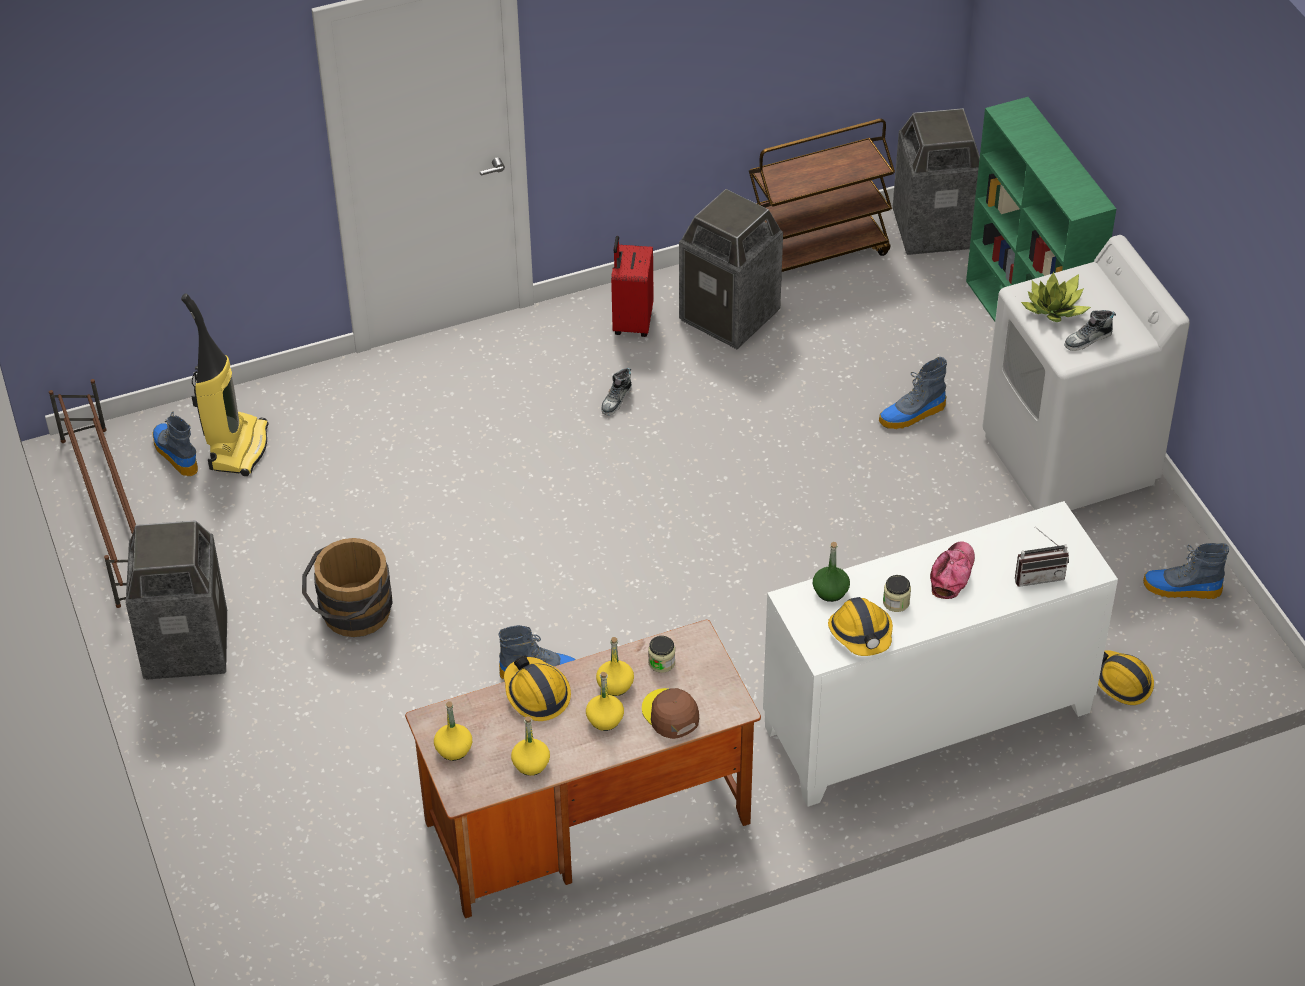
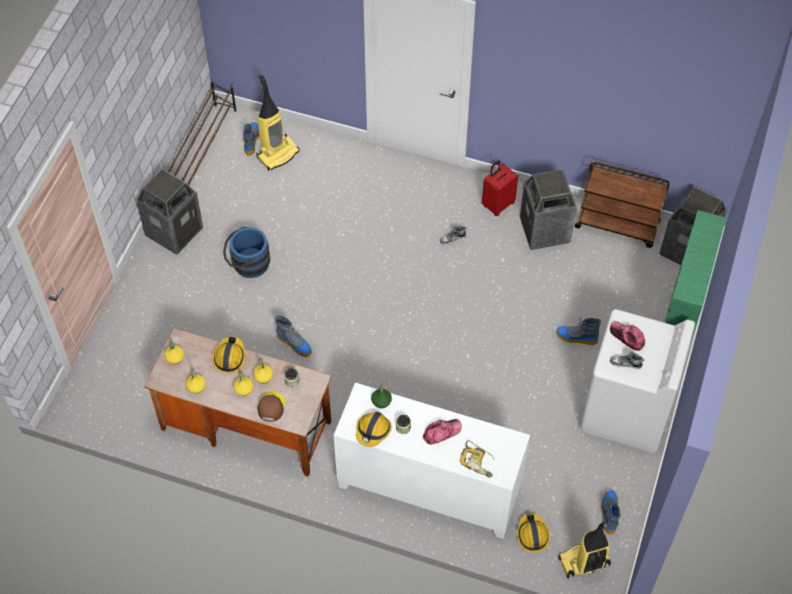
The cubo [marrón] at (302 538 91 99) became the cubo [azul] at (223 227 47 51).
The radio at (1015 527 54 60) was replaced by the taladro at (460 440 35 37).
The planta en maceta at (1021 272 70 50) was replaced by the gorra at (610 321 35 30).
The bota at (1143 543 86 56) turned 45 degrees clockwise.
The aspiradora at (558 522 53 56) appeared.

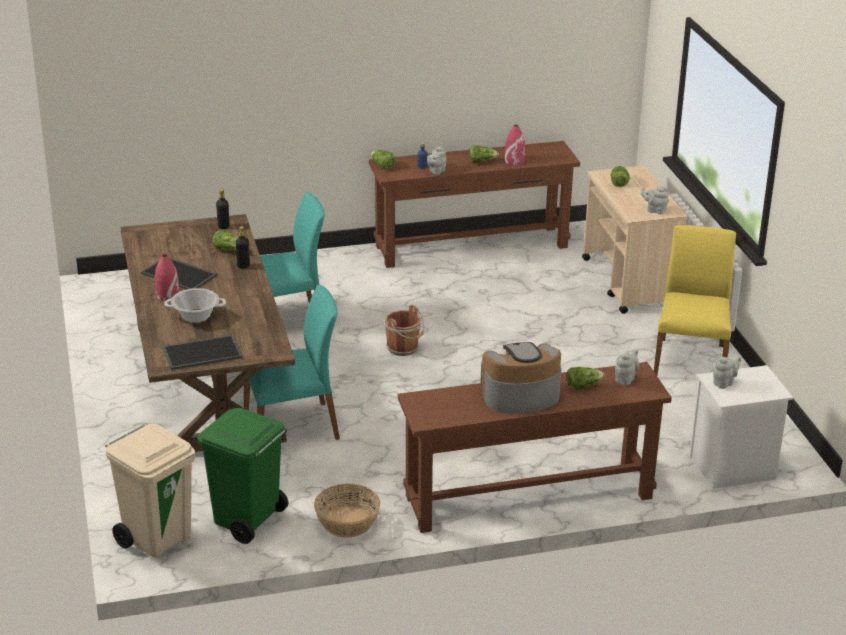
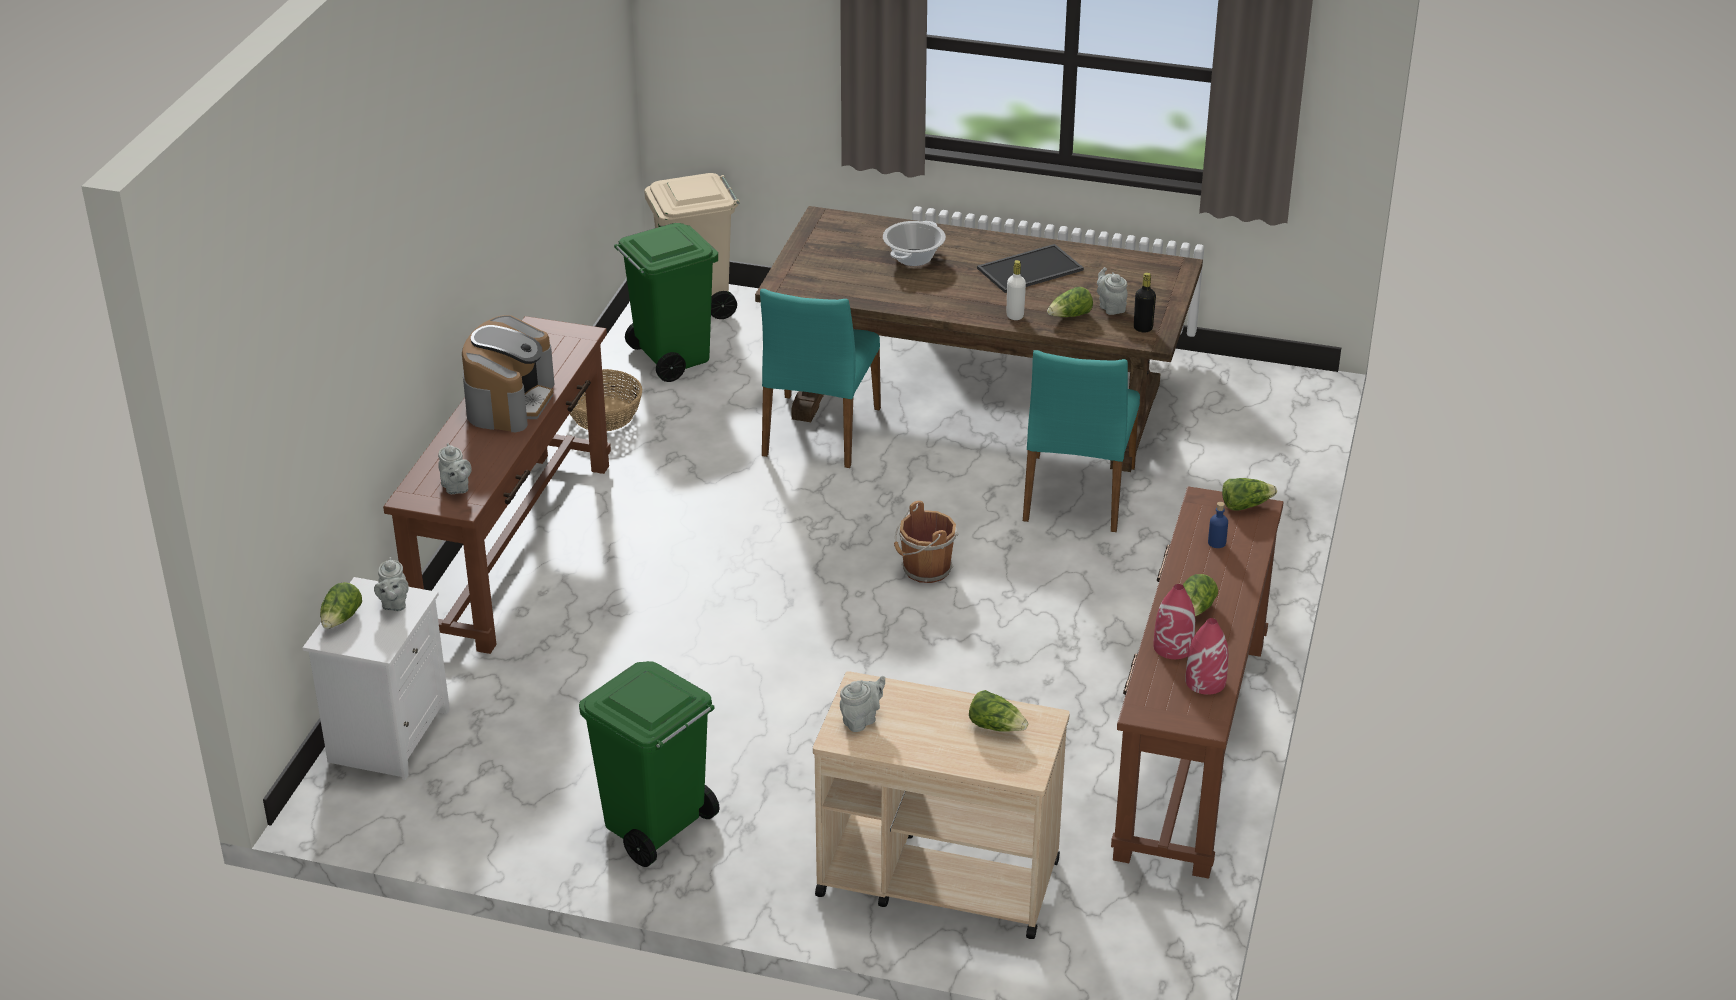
The florero [rojo] moved from (155 254 25 47) to (1185 618 43 77).
The bandeja at (163 335 79 35) disappeared.
The botella [negro] at (235 226 15 42) became the botella [blanco] at (1006 260 20 60).
The tetera [gris] moved from (427 146 20 29) to (1097 267 31 48).
The lechuga moved from (567 367 38 22) to (320 582 42 47).
The silla [amarillo] at (654 225 82 150) was replaced by the papelera [verde] at (579 661 140 206).

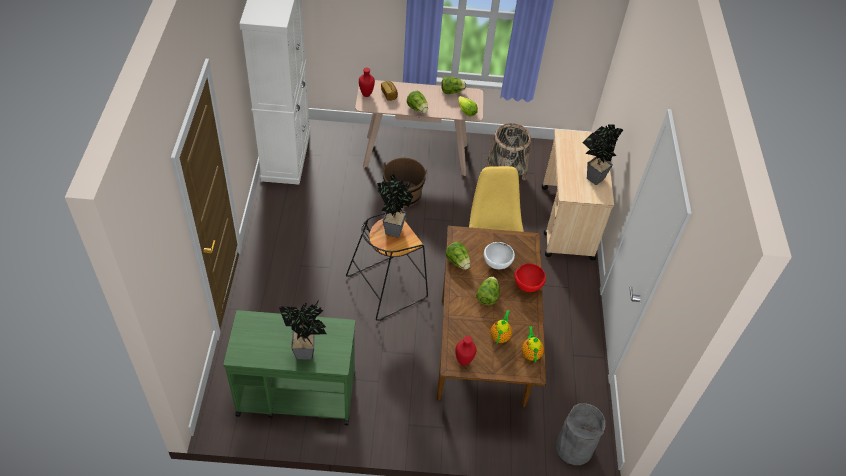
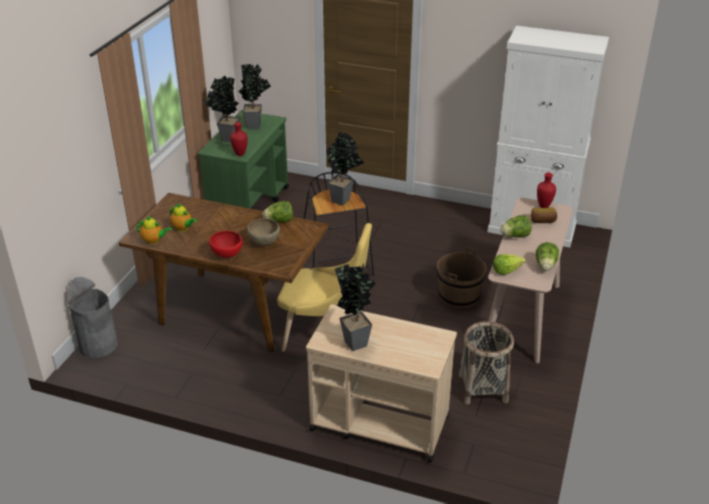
The florero [rojo] moved from (455 336 21 30) to (230 122 18 34).
The lechuga at (476 276 23 29) disappeared.
The cuenco [blanco] at (484 242 31 27) became the cuenco [marrón] at (247 218 33 27).
The planta en maceta at (239 64 32 65) appeared.

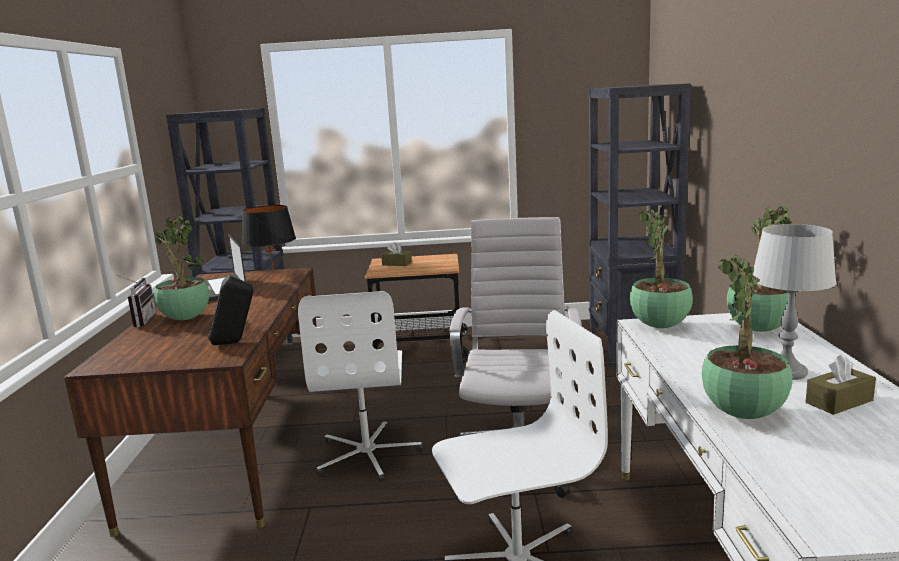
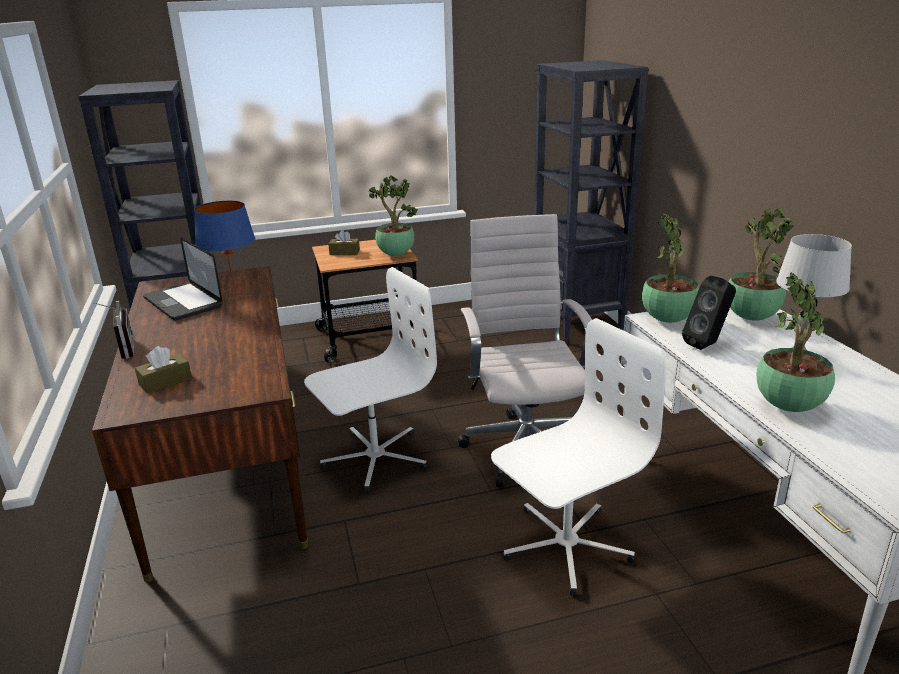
The planta en maceta moved from (154 216 55 104) to (369 175 49 81).
The altavoz [negro] moved from (208 275 45 70) to (682 276 54 74).
The lámpara de mesa [negro] at (242 205 54 69) became the lámpara de mesa [azul] at (194 201 61 77).
The silla de oficina [blanco] at (298 291 125 191) turned 105 degrees counterclockwise.
The caja de pañuelos [marrón] moved from (806 354 70 61) to (135 346 57 48).

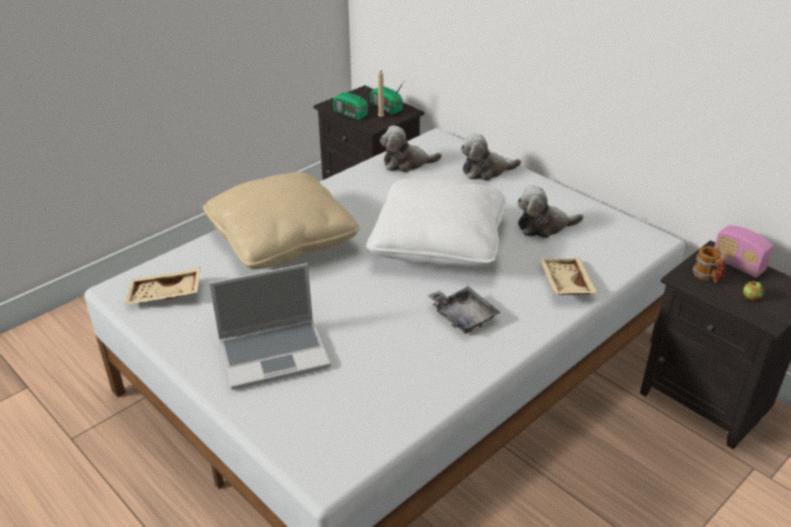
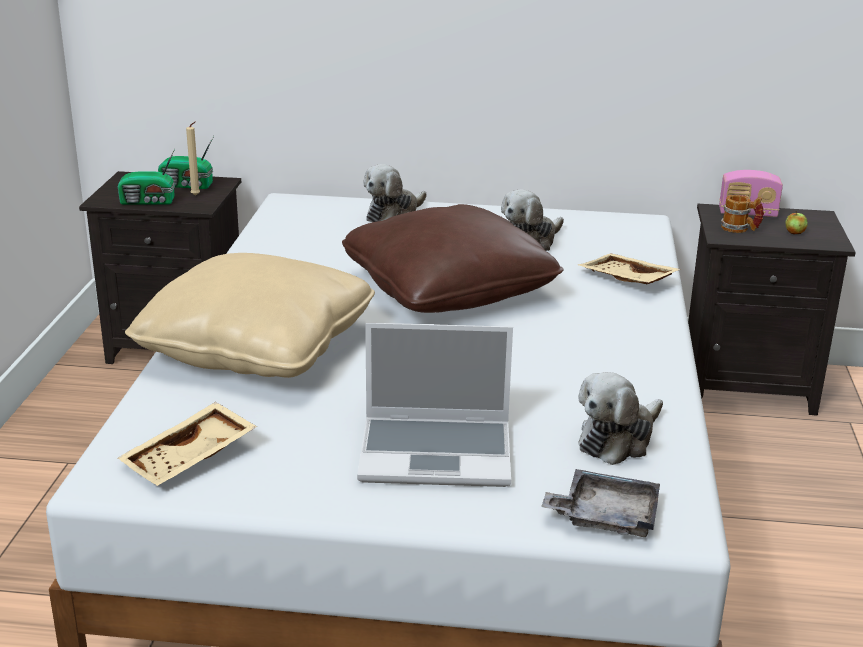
The portátil at (209 263 121 127) turned 60 degrees clockwise.
The cojín [blanco] at (366 178 140 89) became the cojín [marrón] at (342 204 221 109).
The peluche moved from (380 125 62 47) to (578 372 85 93).
The bandeja [gris] moved from (428 286 73 48) to (541 469 119 68).

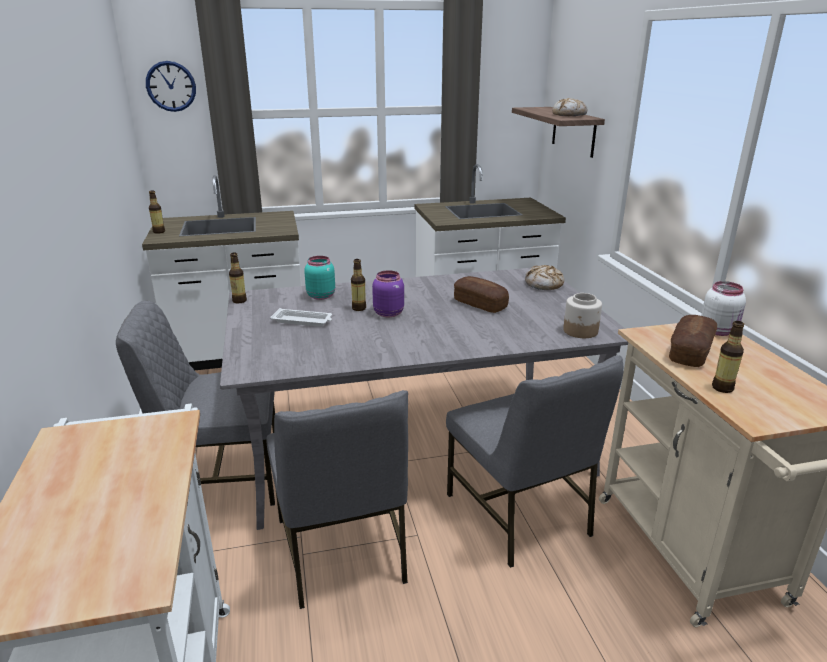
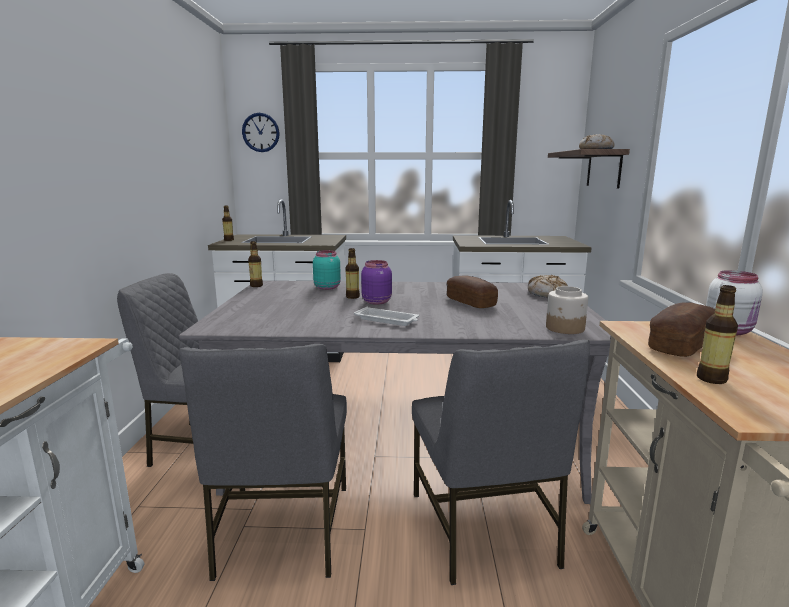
The bandeja [blanco] moved from (270 308 62 18) to (354 307 65 19).

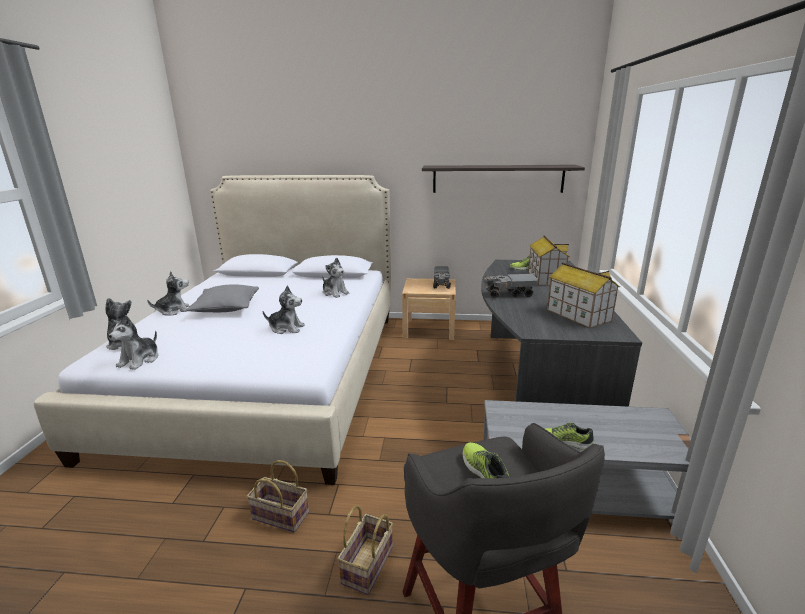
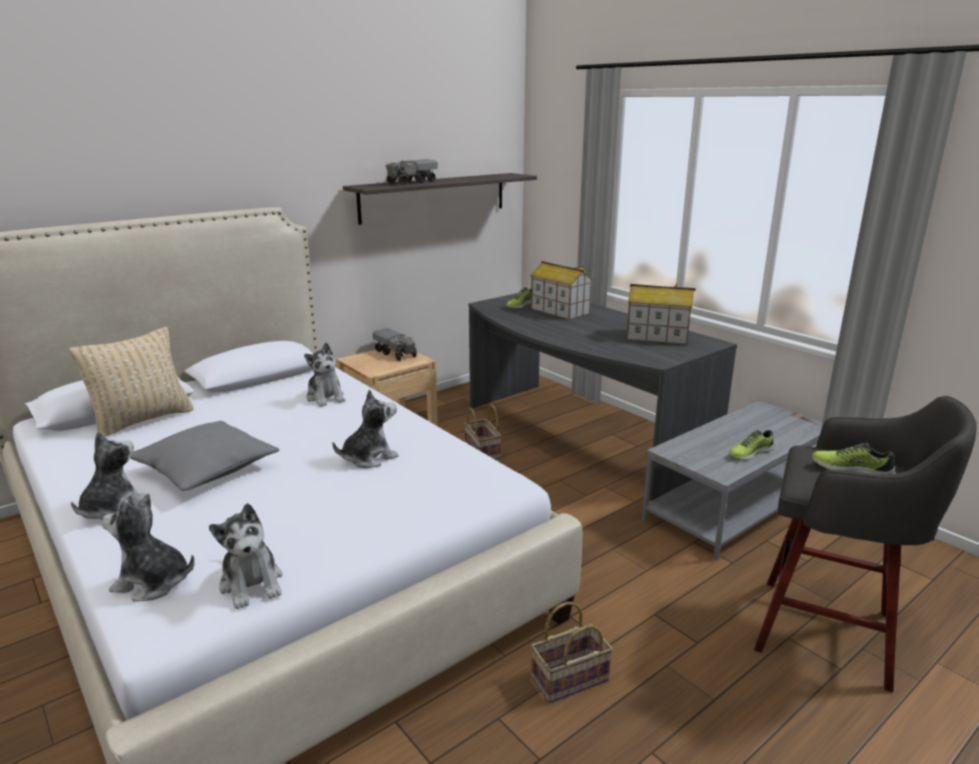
The peluche at (322 257 27 41) turned 60 degrees clockwise.
The cesta moved from (337 505 56 90) to (464 404 38 56).
The camión de juguete moved from (483 274 55 24) to (385 159 53 26).
The cojín [beis] at (69 327 125 110) appeared.

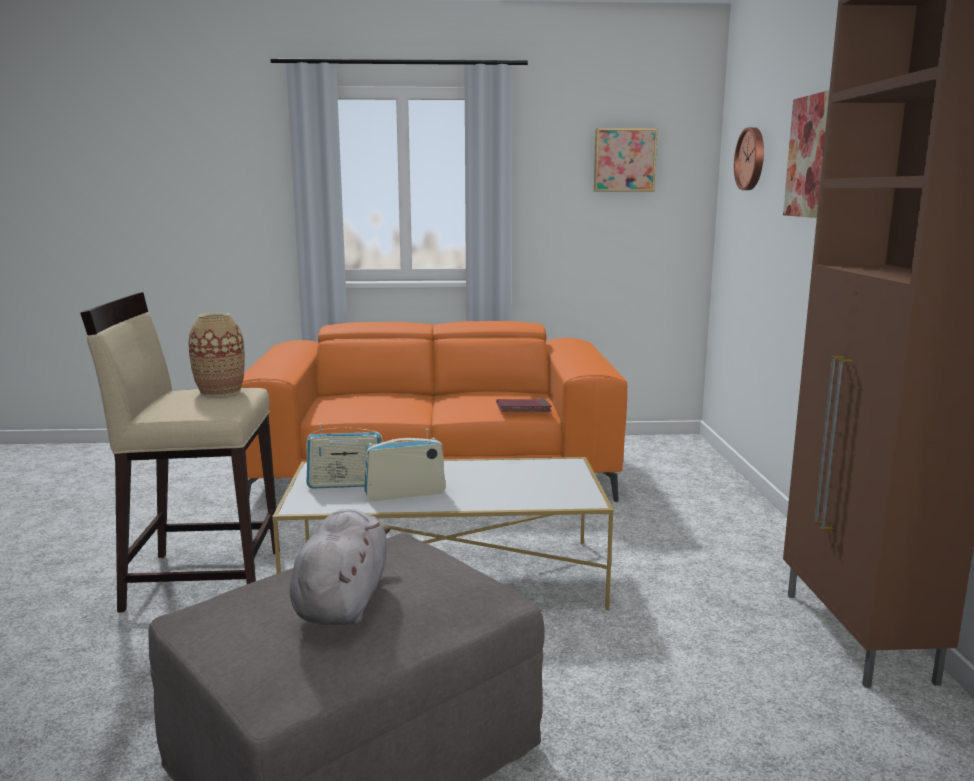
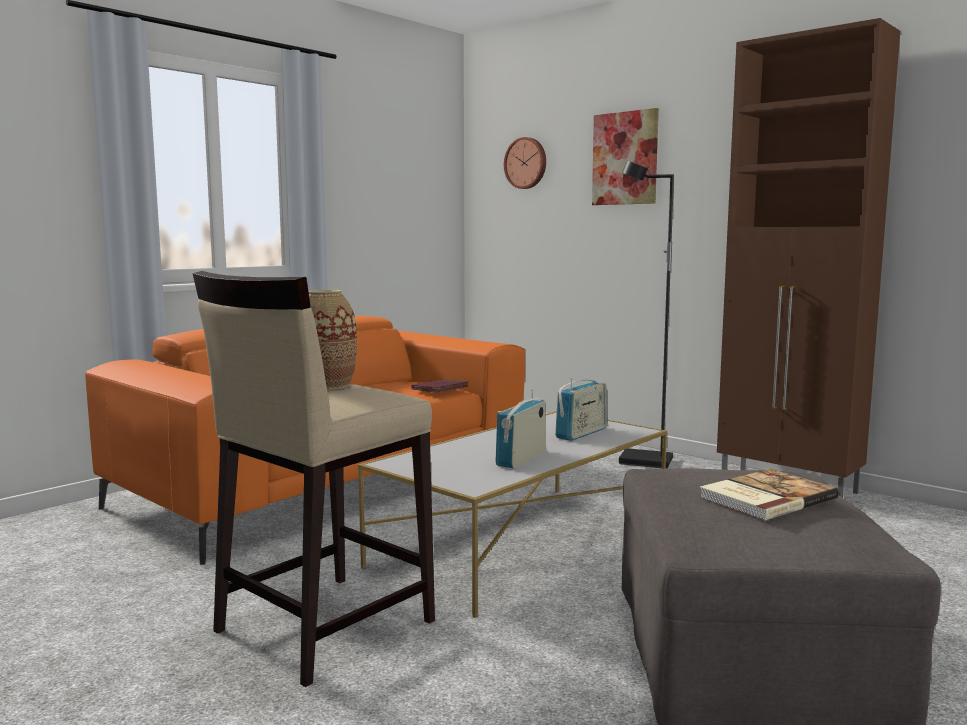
The peluche [gris] at (290 509 101 116) was replaced by the libro at (699 469 140 52).
The radio moved from (306 423 77 66) to (555 378 52 63).
The cuadro at (594 128 64 64) disappeared.
The lámpara de pie [negro] at (619 161 55 308) appeared.

